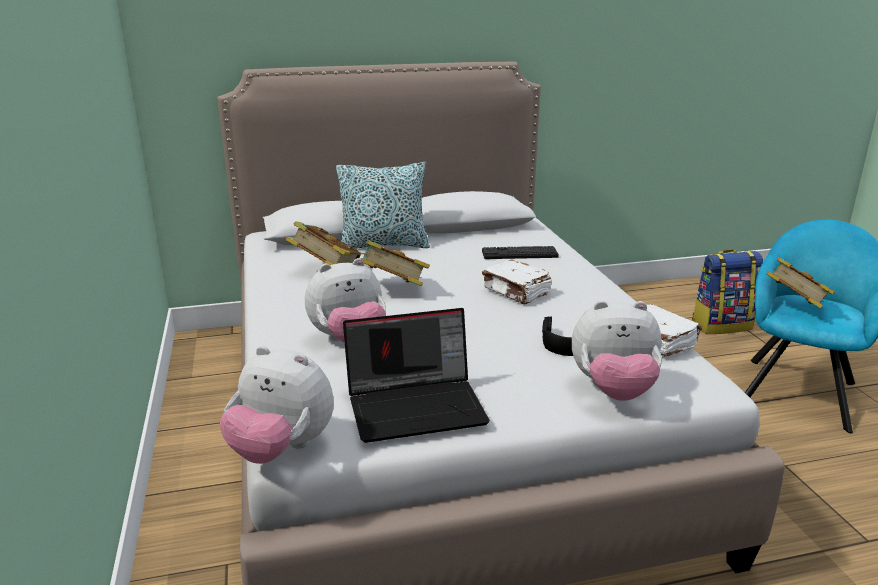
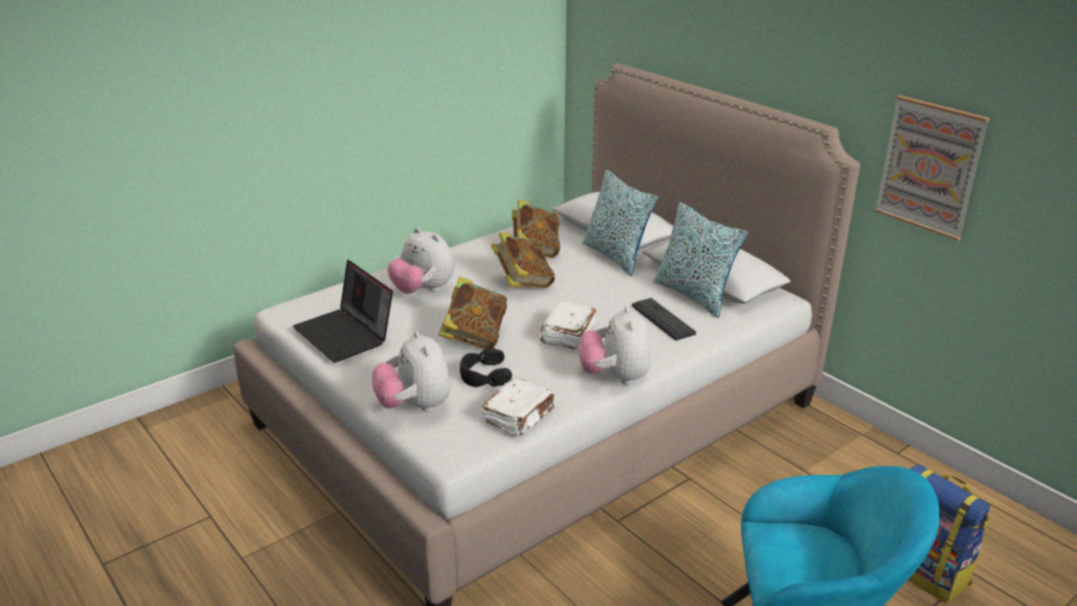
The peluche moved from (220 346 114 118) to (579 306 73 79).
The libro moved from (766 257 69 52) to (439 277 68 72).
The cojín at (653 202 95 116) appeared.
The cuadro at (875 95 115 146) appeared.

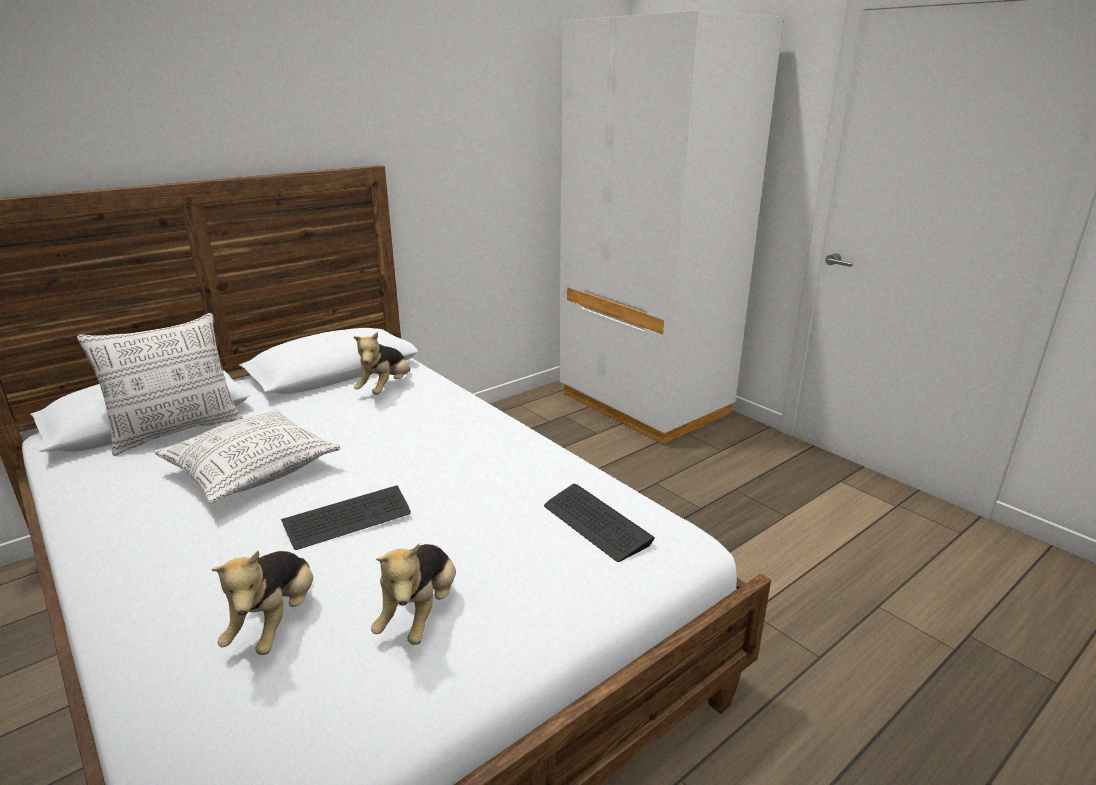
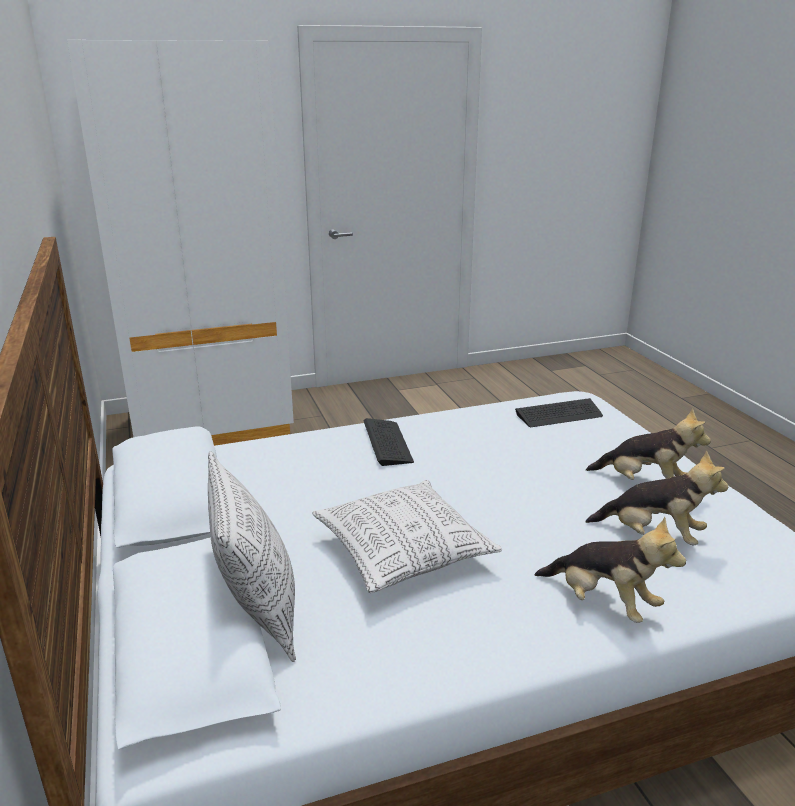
The teclado moved from (281 485 130 65) to (364 418 50 48).
The peluche moved from (354 332 56 63) to (534 516 152 107).

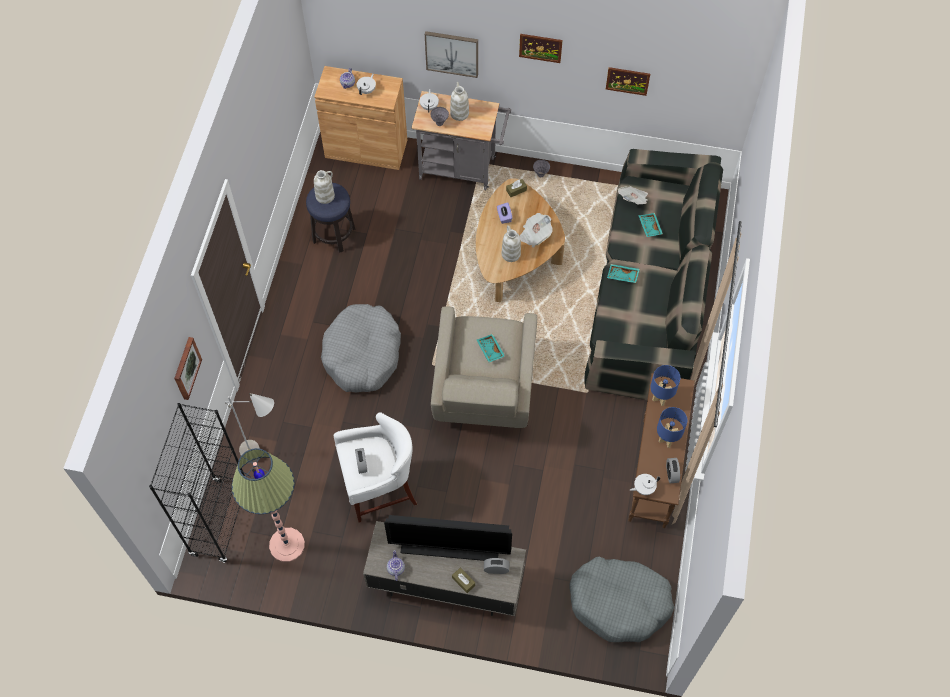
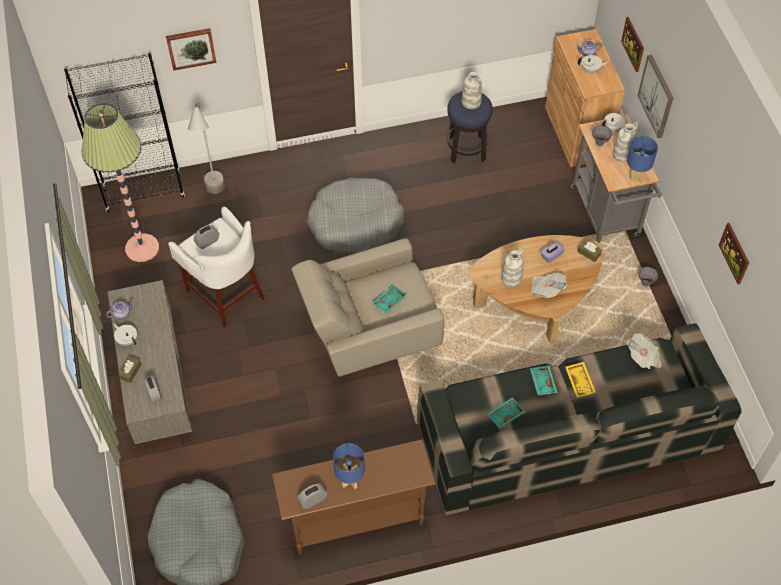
The televisor at (384 515 128 46) disappeared.
The cuadro moved from (519 34 44 29) to (621 17 23 56).
The tetera [blanco] moved from (630 474 30 21) to (114 324 23 22).
The bandeja [turquesa] moved from (638 213 25 24) to (487 397 38 32).
The lámpara de mesa [azul] moved from (650 365 30 41) to (627 136 31 47).
The bandeja [amarillo] at (565 362 31 36) appeared.

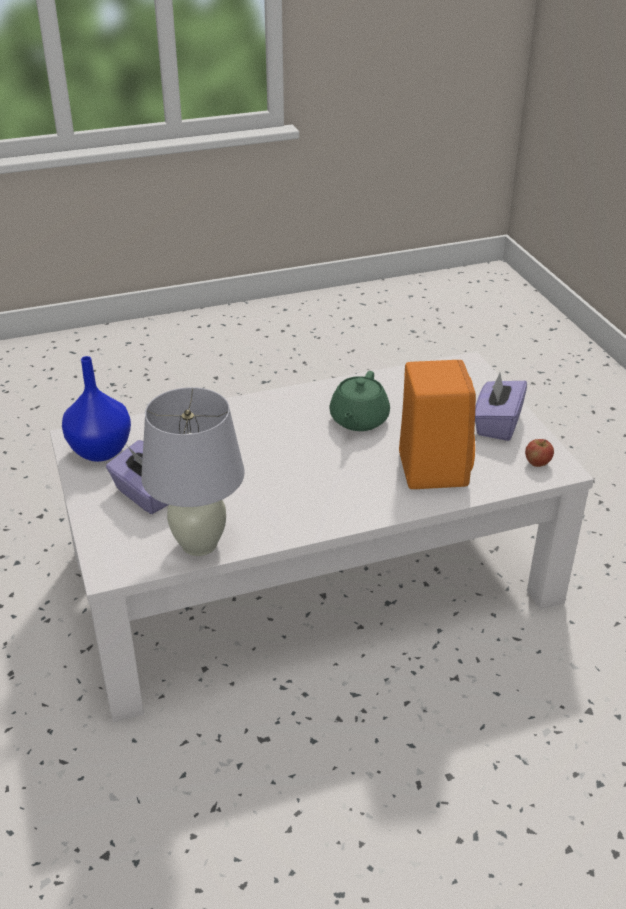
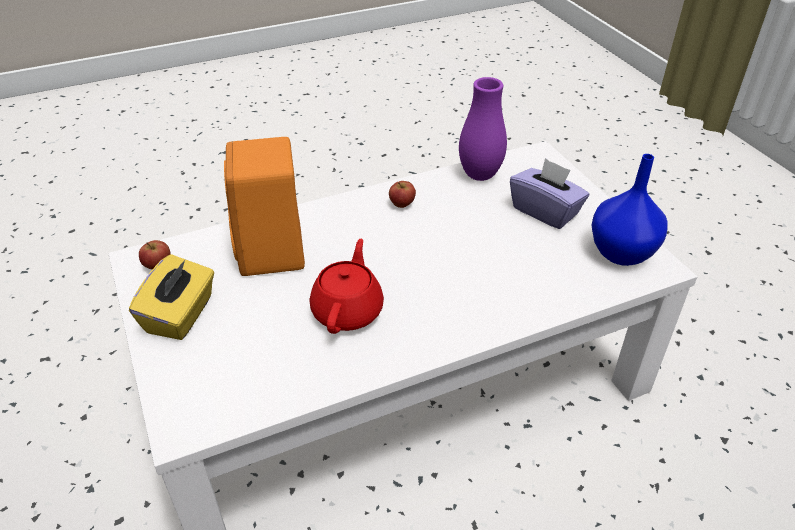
The lámpara de mesa [blanco] at (141 387 104 169) was replaced by the florero [morado] at (459 77 48 104).
The tetera [verde] at (329 371 61 60) became the tetera [rojo] at (310 238 74 96).
The caja de pañuelos [morado] at (475 373 52 68) became the caja de pañuelos [amarillo] at (129 254 85 86).
The manzana at (389 181 27 27) appeared.

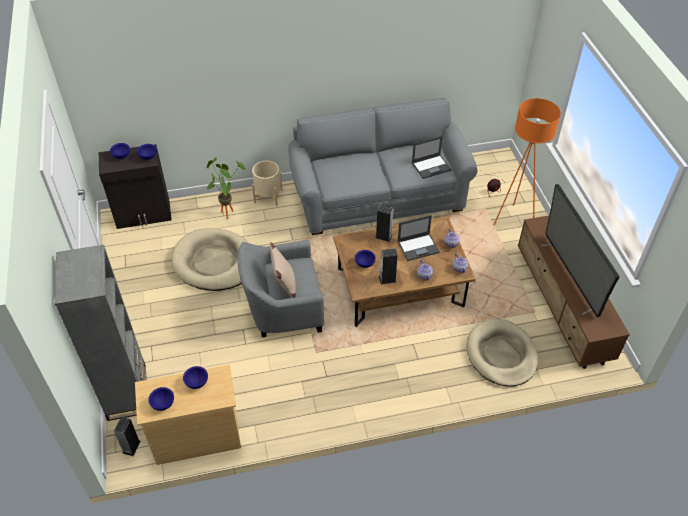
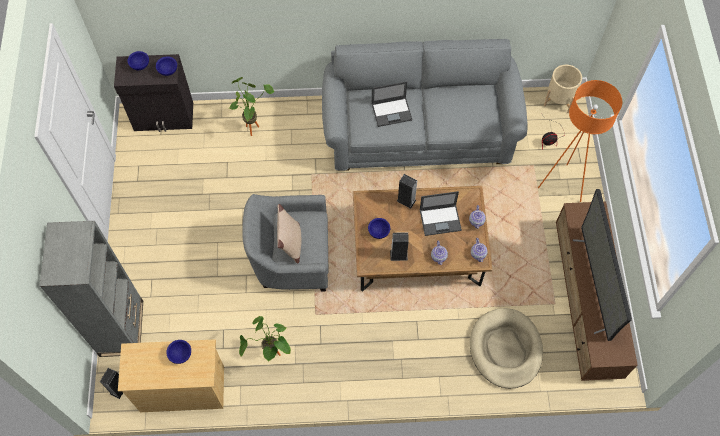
The cuenco [azul] at (148 387 26 24) disappeared.
The cama para perro [beis] at (171 228 77 63) disappeared.
The maceta [beis] moved from (252 161 31 45) to (544 65 38 48).
The portátil moved from (412 136 39 43) to (371 81 41 46).
The planta en maceta at (239 316 52 46) appeared.

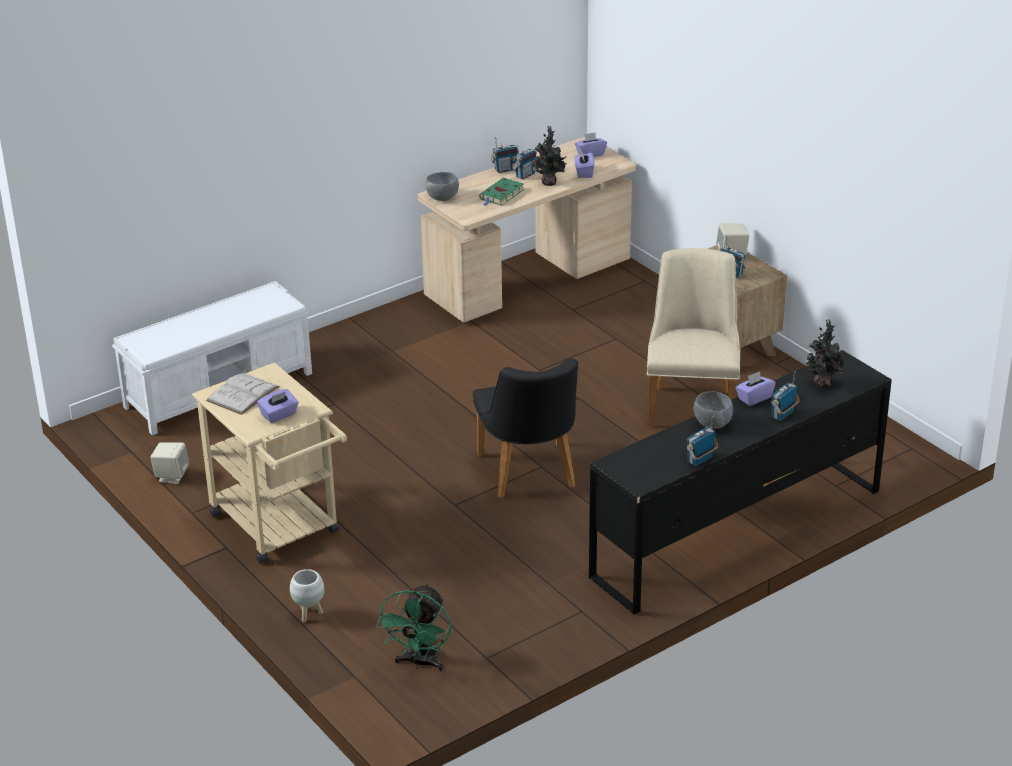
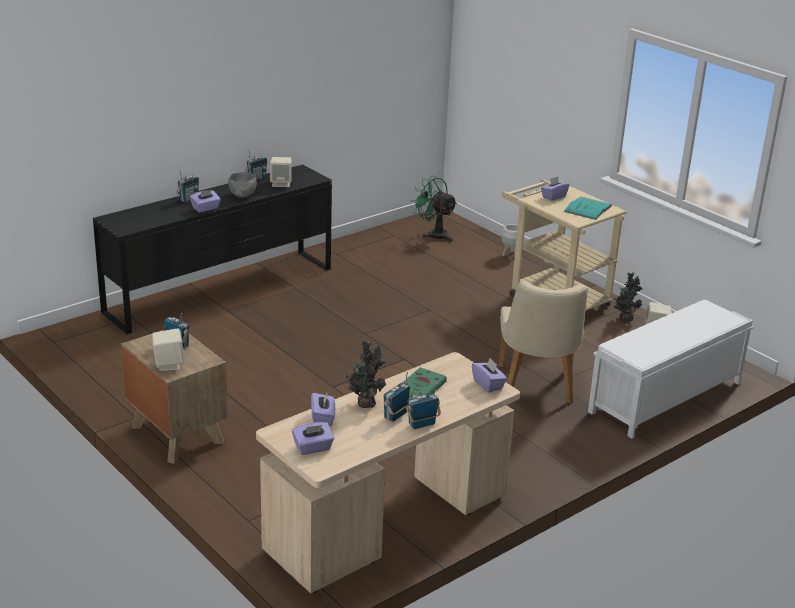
The libro [blanco] at (206 373 74 42) became the libro [turquesa] at (564 197 48 23).
The ventilador [verde] at (376 583 75 88) turned 60 degrees counterclockwise.
The cuenco [gris] at (426 172 33 29) was replaced by the caja de pañuelos [morado] at (472 358 35 35).
The silla [negro] at (473 358 105 140) disappeared.
The silla [beis] moved from (647 248 94 180) to (499 281 89 123).
The planta en maceta moved from (806 319 40 69) to (613 272 30 50).
The altavoz [beis] at (270 157 21 30) appeared.

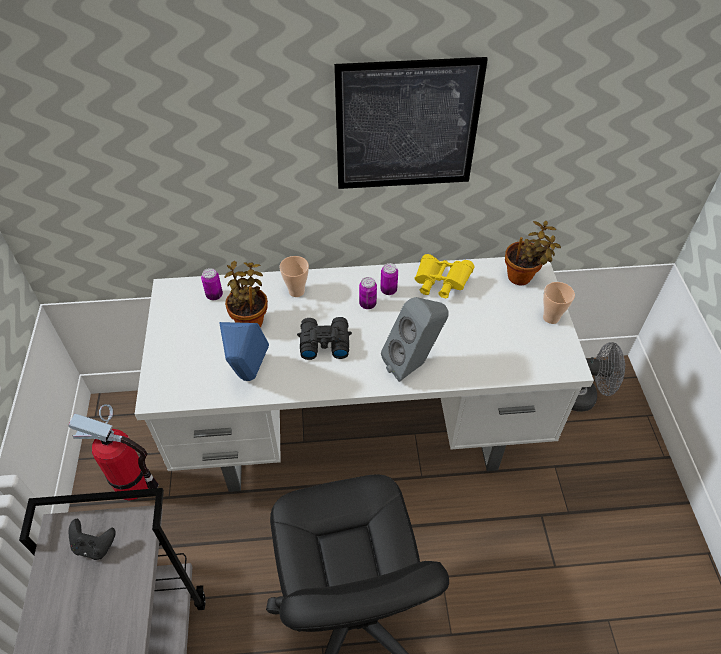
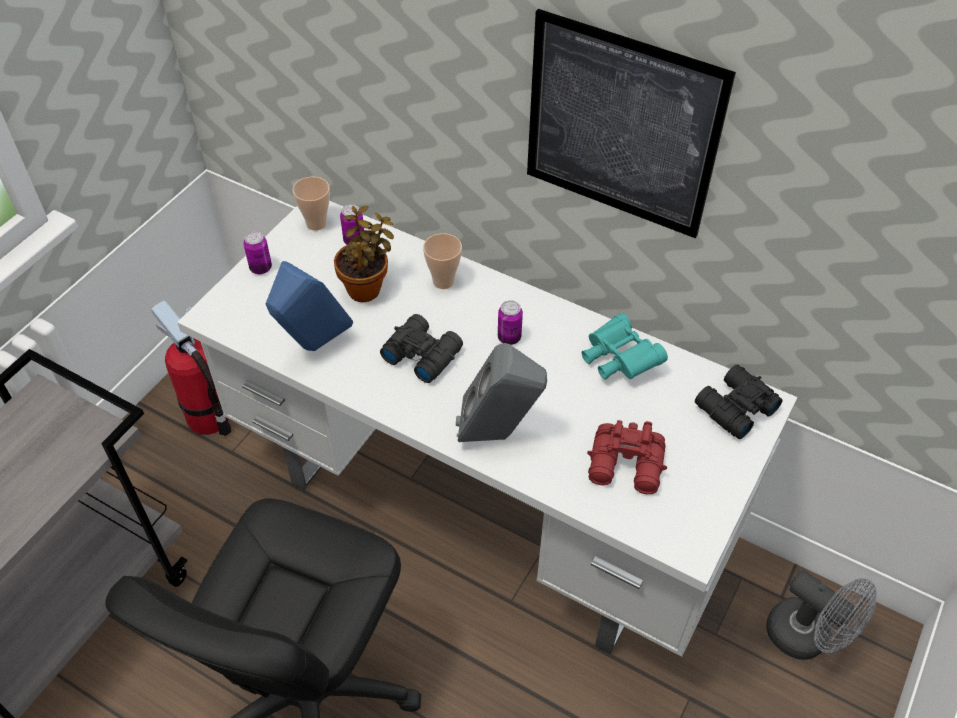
The mando de consola [negro] at (69 519 47 41) disappeared.
The lata moved from (380 263 18 32) to (243 231 29 43).
The prismáticos [amarillo] at (415 254 59 44) became the prismáticos [turquesa] at (582 313 86 67).
The planta en maceta at (505 221 56 64) was replaced by the prismáticos [negro] at (695 364 88 75).
The taza moved from (543 282 32 42) to (292 177 38 54).
The prismáticos [rojo] at (587 420 80 74) appeared.

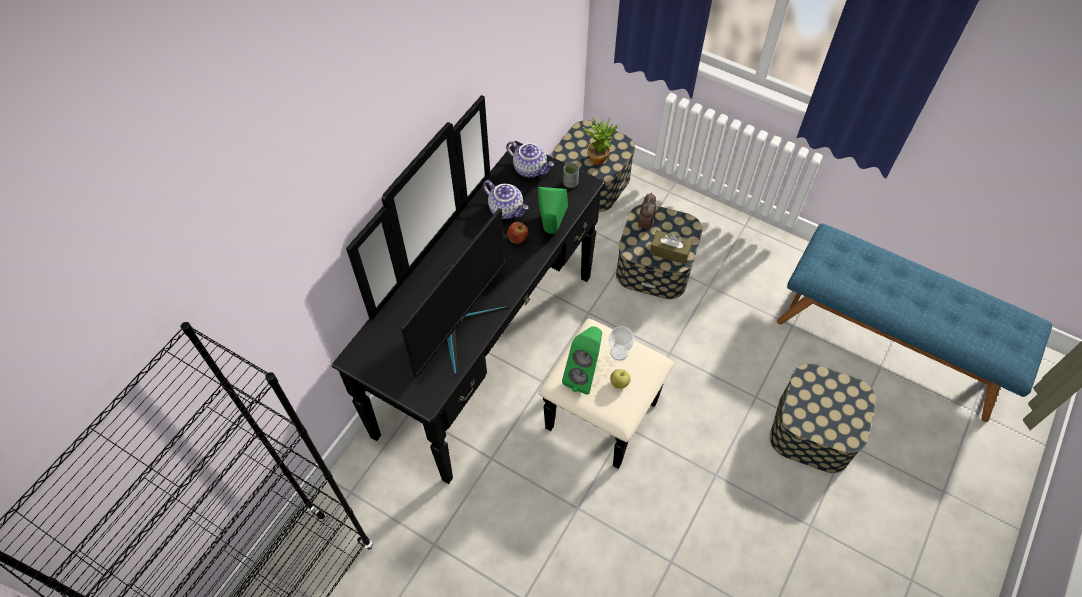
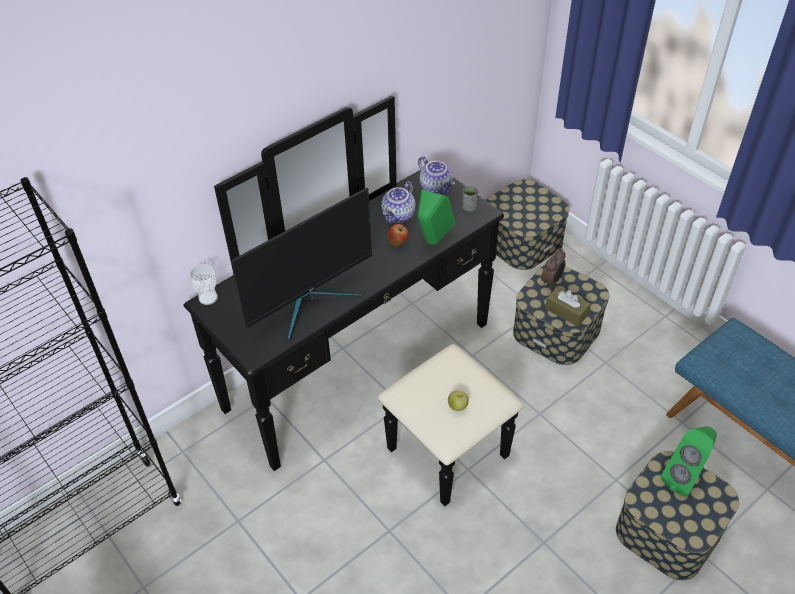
The tetera at (483 180 46 39) turned 60 degrees clockwise.
The altavoz [verde] moved from (562 326 40 68) to (661 426 56 71).
The planta en maceta at (583 117 35 48) disappeared.
The taza moved from (609 326 25 35) to (189 264 29 41).

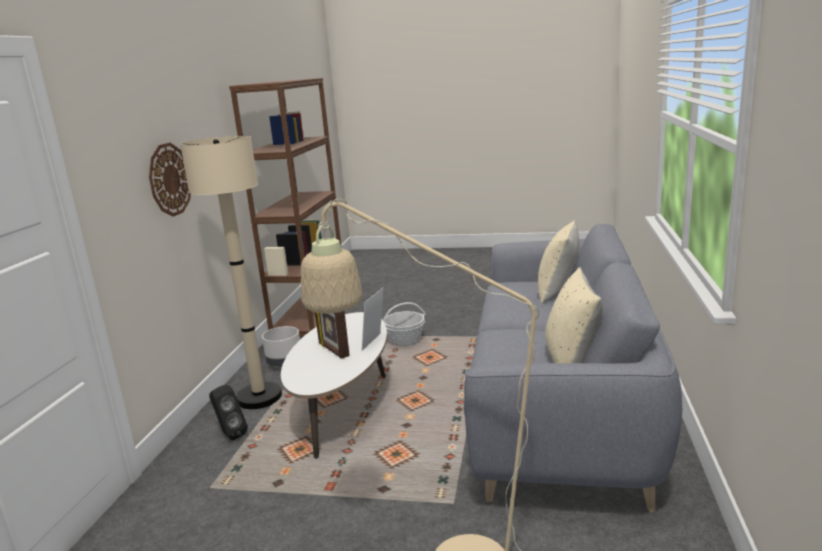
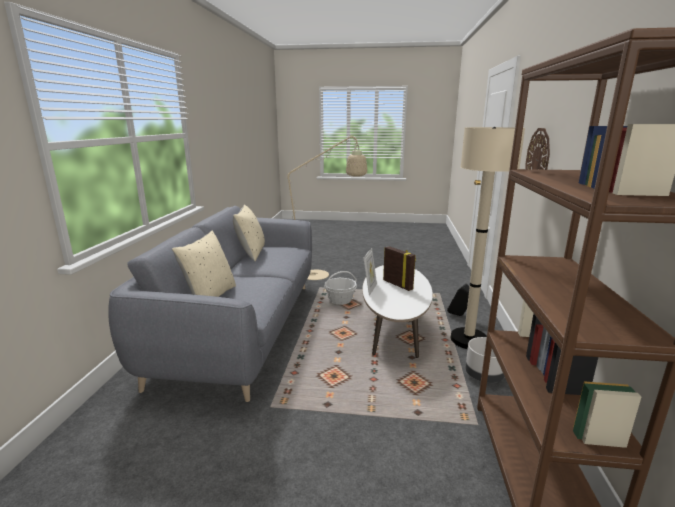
The cesta moved from (383 302 42 45) to (324 271 33 34).

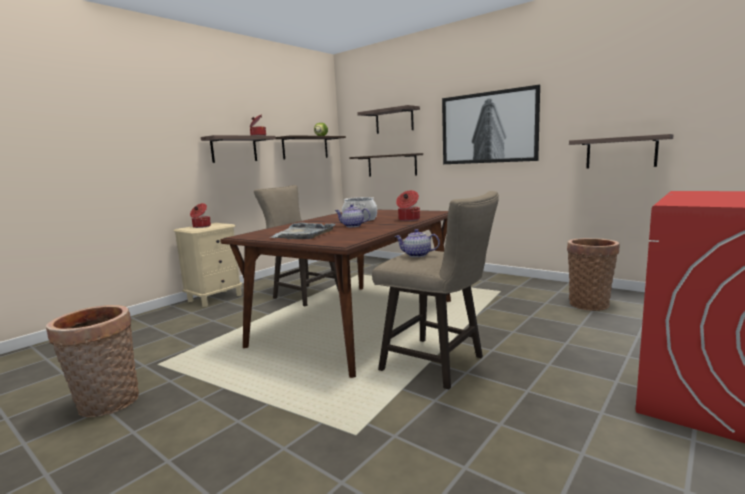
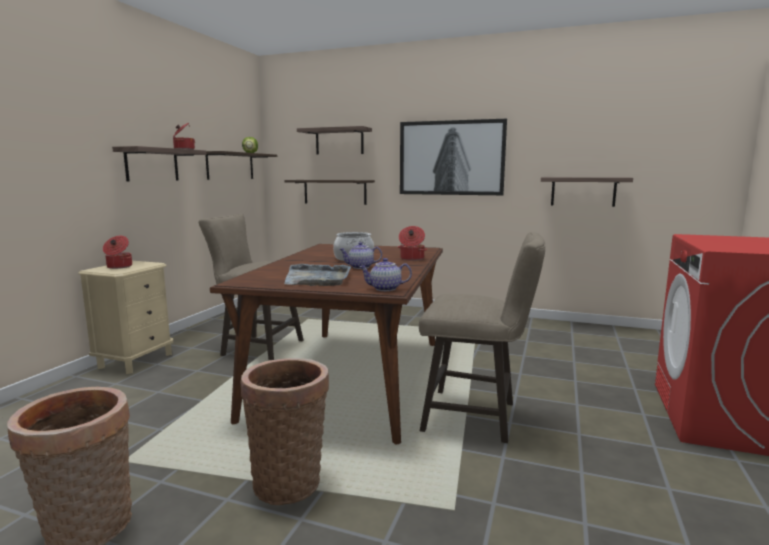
The tetera moved from (395 229 45 28) to (360 258 52 33).
The cesta moved from (567 238 53 73) to (241 358 88 147).

